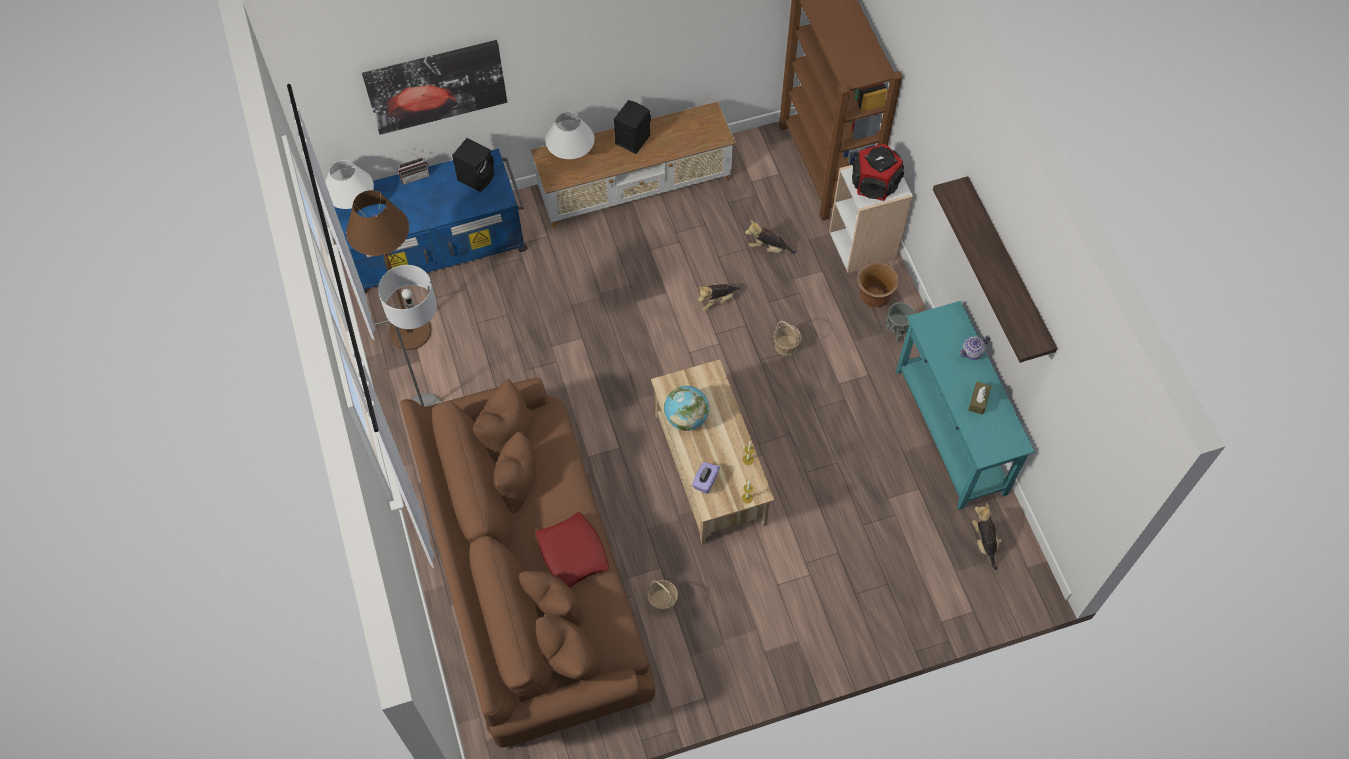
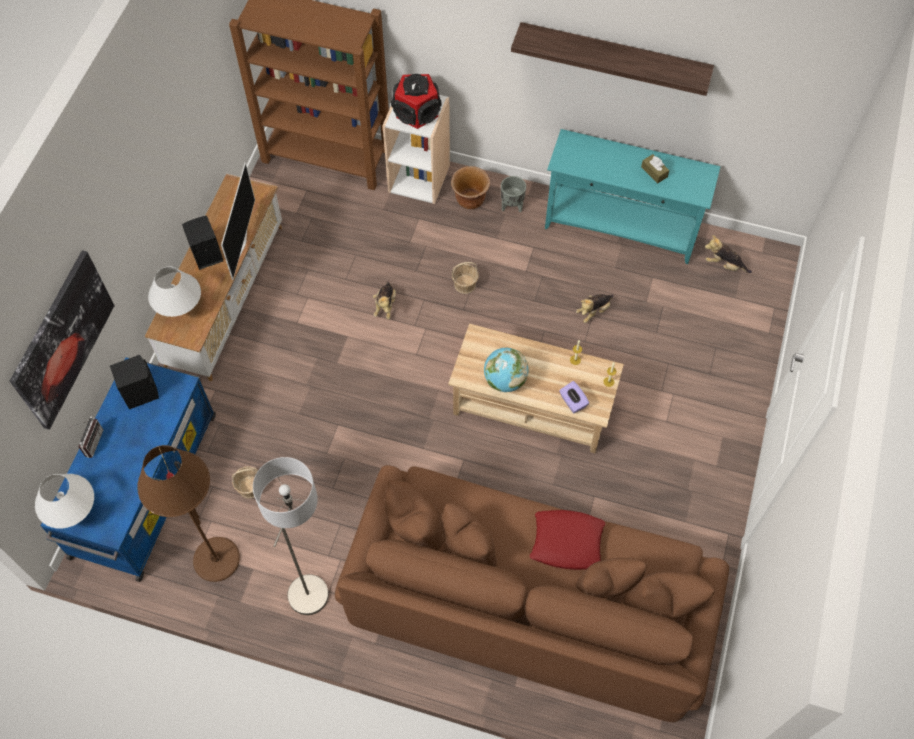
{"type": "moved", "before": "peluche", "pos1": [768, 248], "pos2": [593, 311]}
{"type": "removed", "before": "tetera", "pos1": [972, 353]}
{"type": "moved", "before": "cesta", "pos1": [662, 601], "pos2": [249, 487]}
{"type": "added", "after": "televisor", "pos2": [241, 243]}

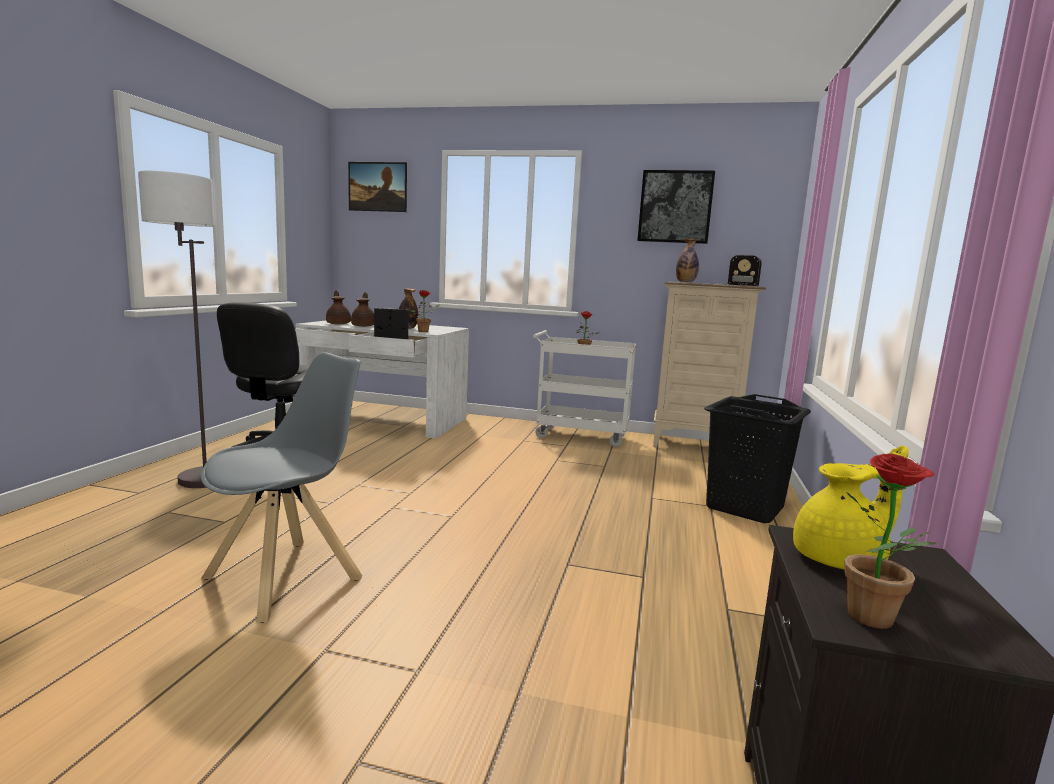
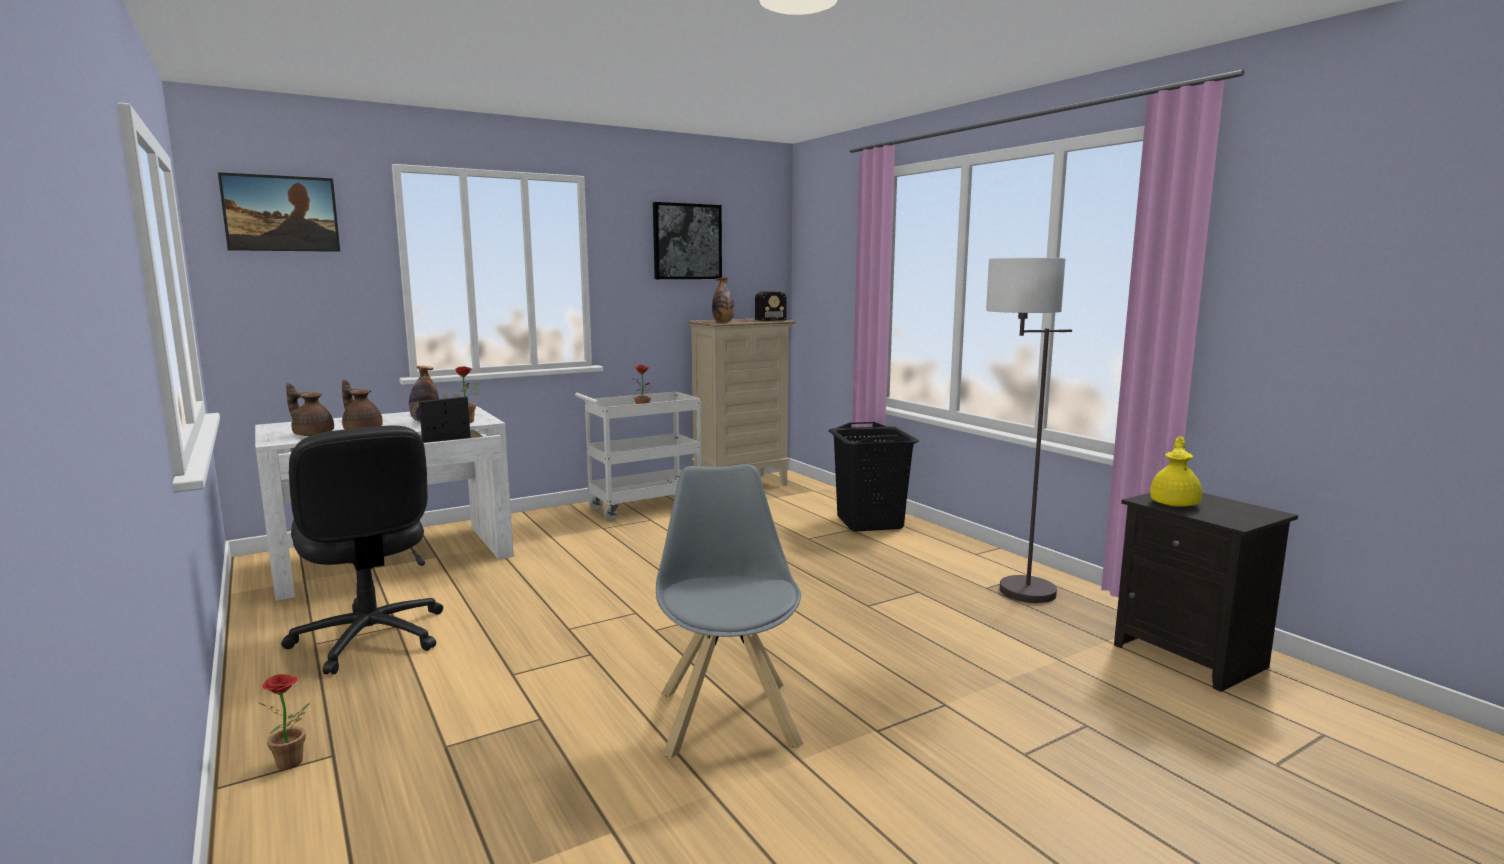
{"type": "moved", "before": "lámpara de pie [blanco]", "pos1": [198, 476], "pos2": [1012, 593]}
{"type": "moved", "before": "planta en maceta", "pos1": [878, 622], "pos2": [293, 764]}

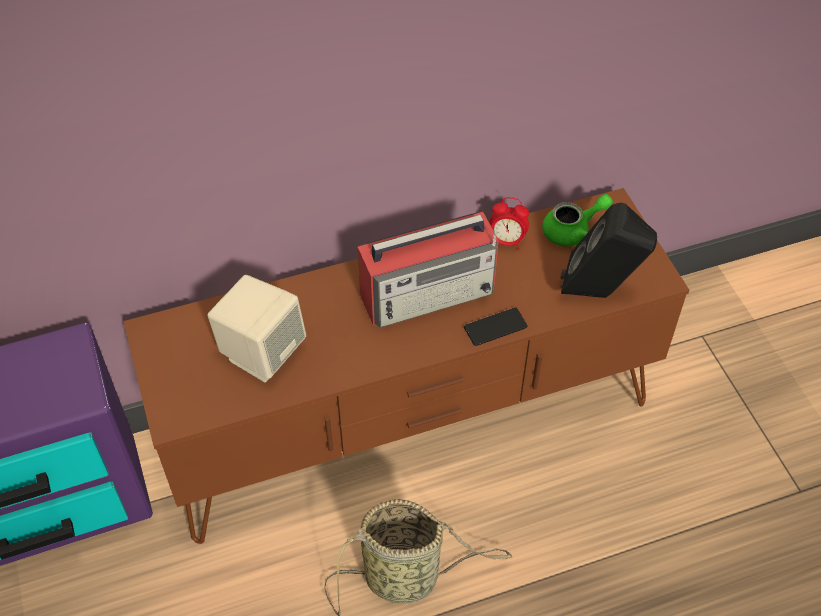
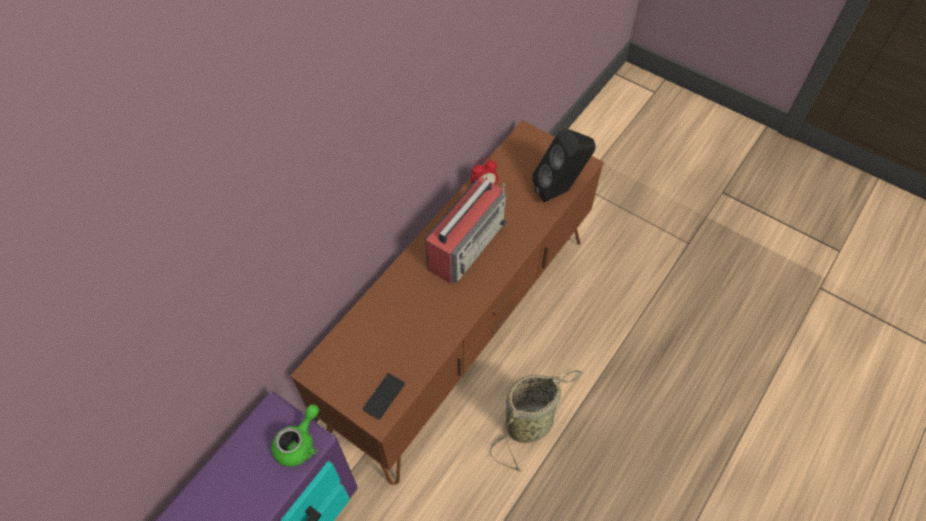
{"type": "moved", "before": "tetera [verde]", "pos1": [572, 231], "pos2": [299, 443]}
{"type": "removed", "before": "altavoz [beis]", "pos1": [262, 352]}
{"type": "moved", "before": "móvil", "pos1": [495, 327], "pos2": [383, 396]}

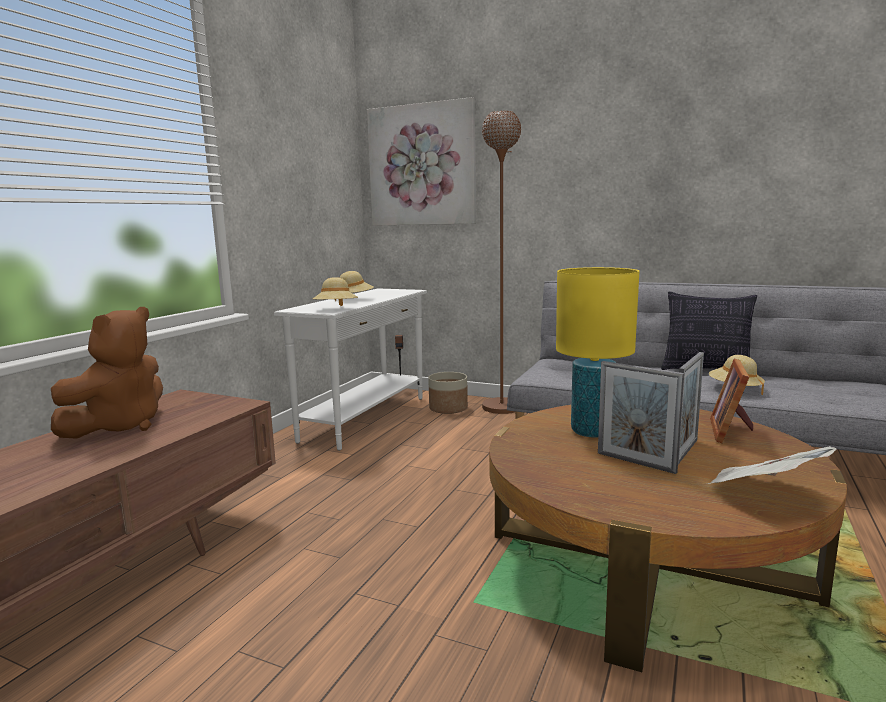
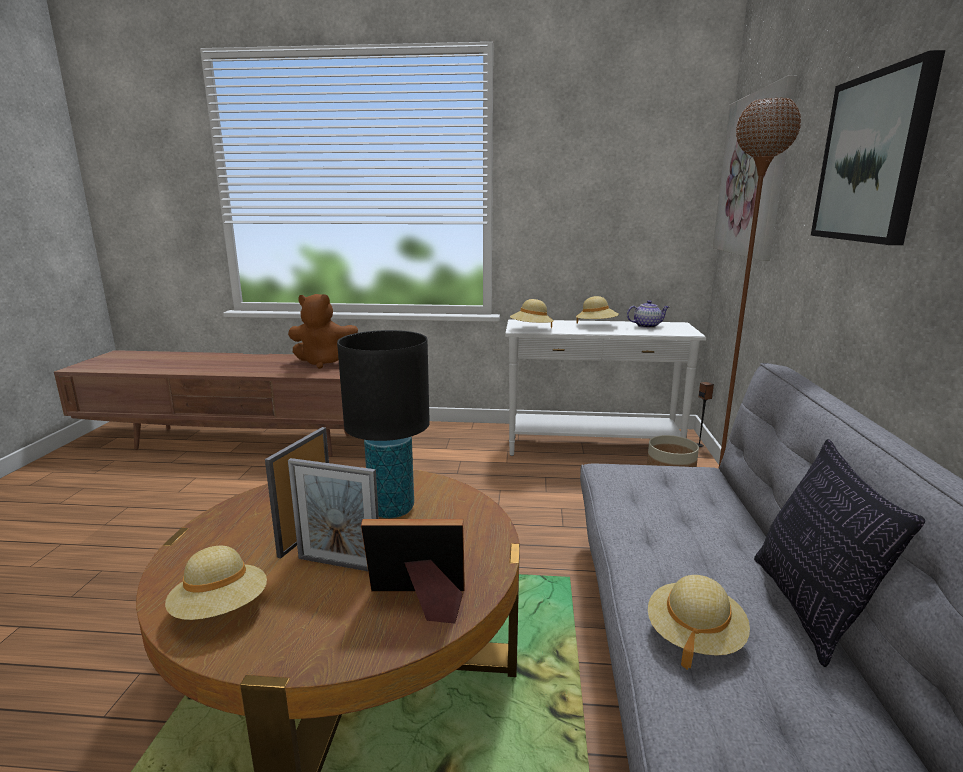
{"type": "recoloured", "before": "lámpara de mesa [amarillo]", "after": "lámpara de mesa [negro]", "pos1": [592, 432], "pos2": [391, 509]}
{"type": "replaced", "before": "periódico", "after": "sombrero [beis]", "pos1": [763, 493], "pos2": [221, 610]}
{"type": "added", "after": "cuadro", "pos2": [873, 158]}
{"type": "added", "after": "tetera", "pos2": [646, 326]}

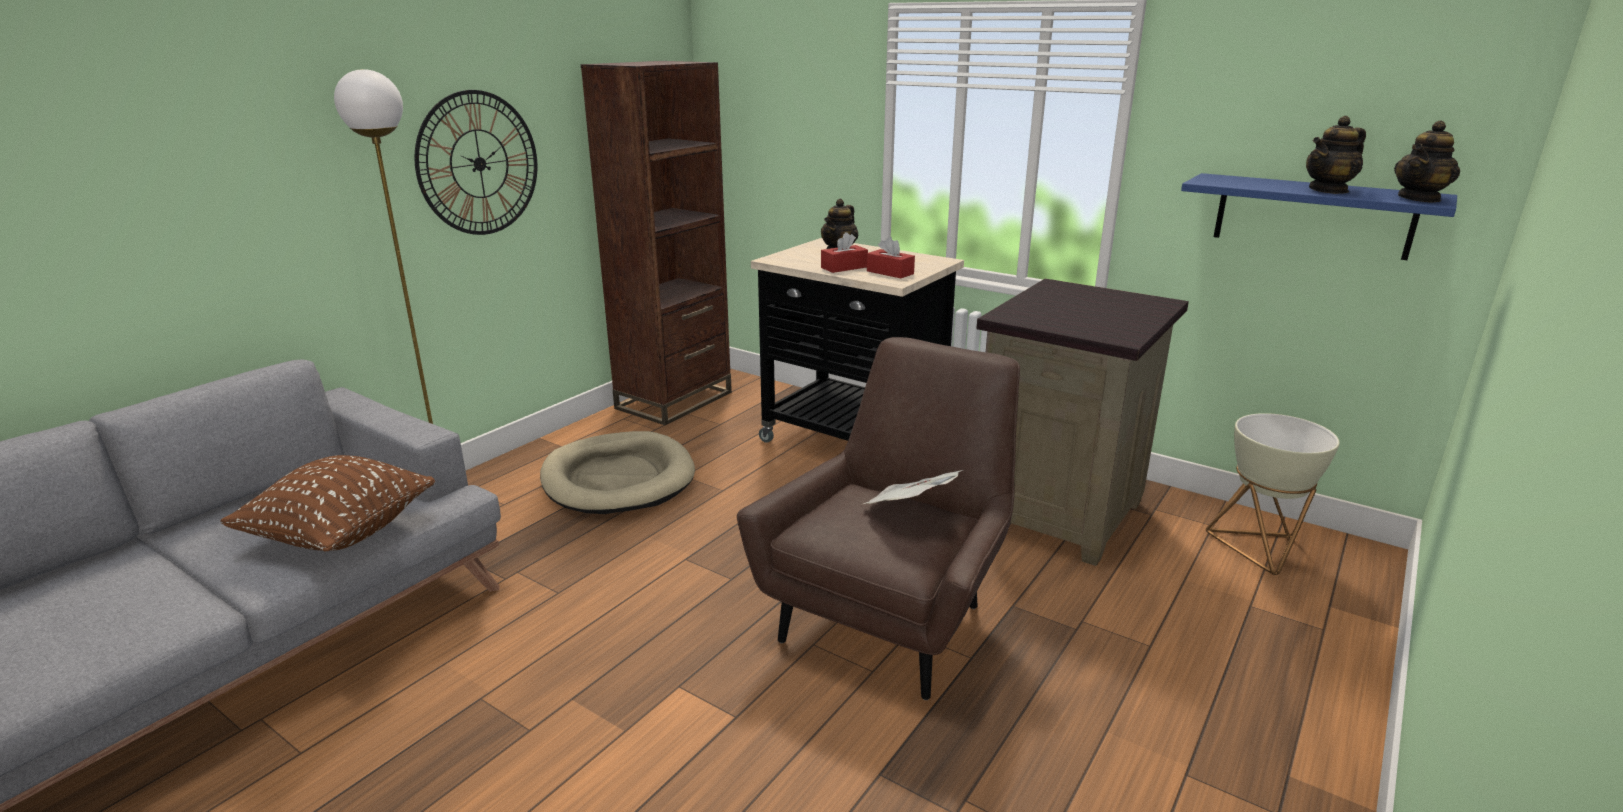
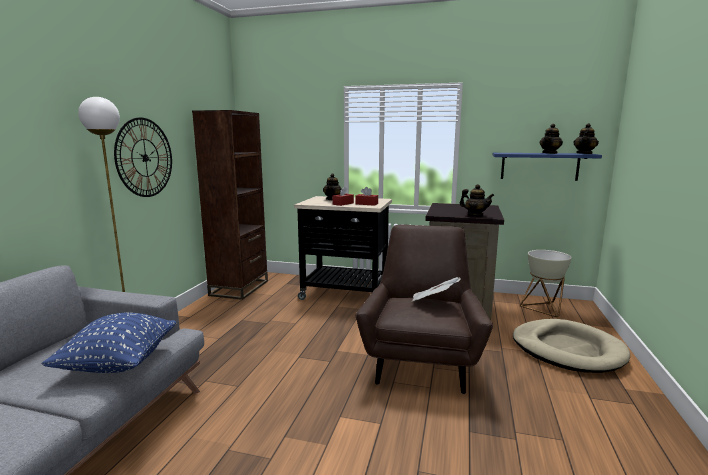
{"type": "moved", "before": "cama para perro [beis]", "pos1": [618, 479], "pos2": [567, 349]}
{"type": "recoloured", "before": "cojín [marrón]", "after": "cojín [azul]", "pos1": [341, 534], "pos2": [119, 363]}
{"type": "added", "after": "tetera", "pos2": [475, 215]}

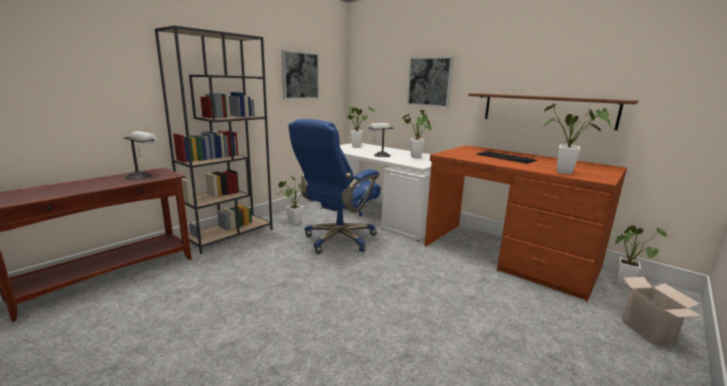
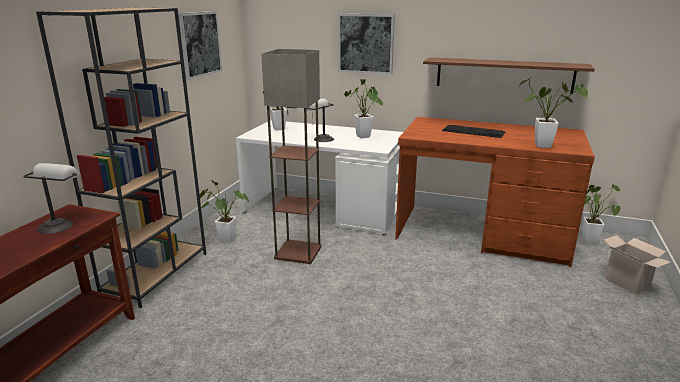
{"type": "replaced", "before": "silla de oficina [azul]", "after": "lámpara de pie", "pos1": [337, 240], "pos2": [297, 252]}

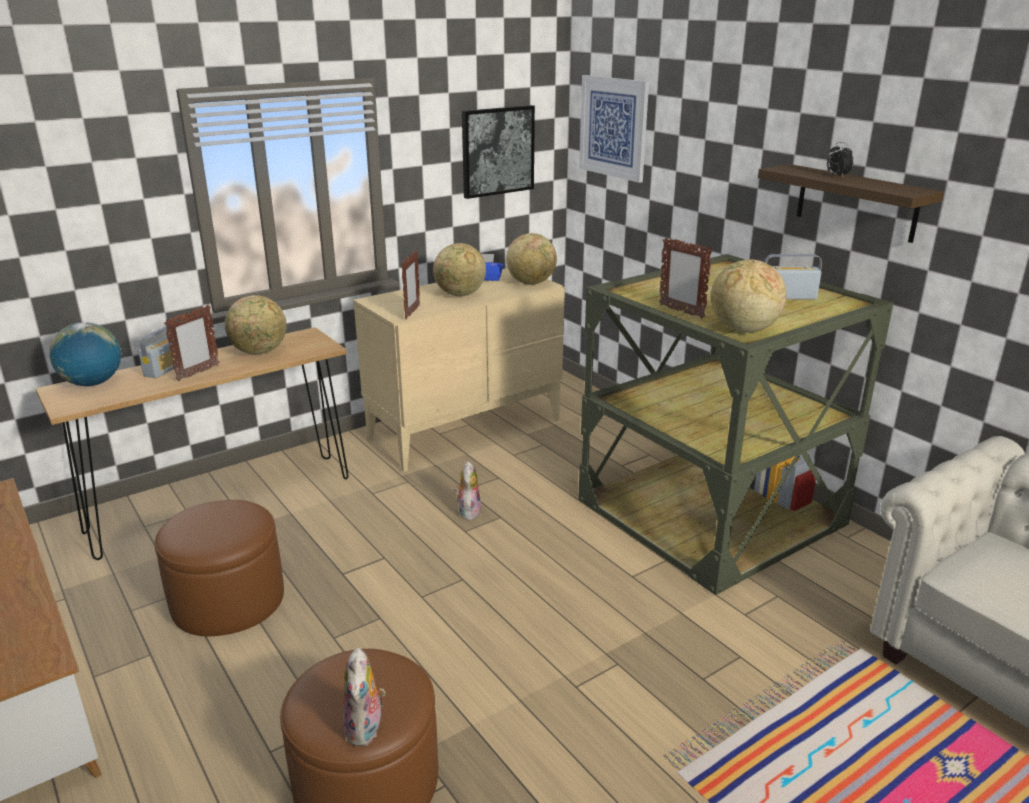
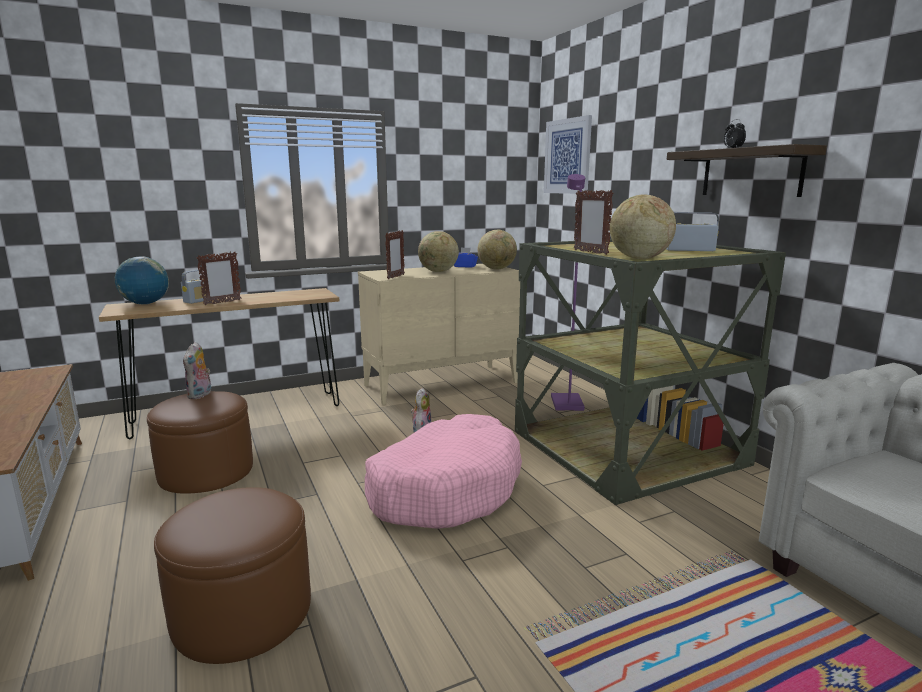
{"type": "removed", "before": "cuadro", "pos1": [497, 151]}
{"type": "removed", "before": "globo terráqueo", "pos1": [260, 352]}
{"type": "moved", "before": "peluche", "pos1": [366, 729], "pos2": [200, 395]}
{"type": "added", "after": "lámpara de pie [morado]", "pos2": [565, 403]}
{"type": "added", "after": "cama para perro [rosa]", "pos2": [445, 488]}

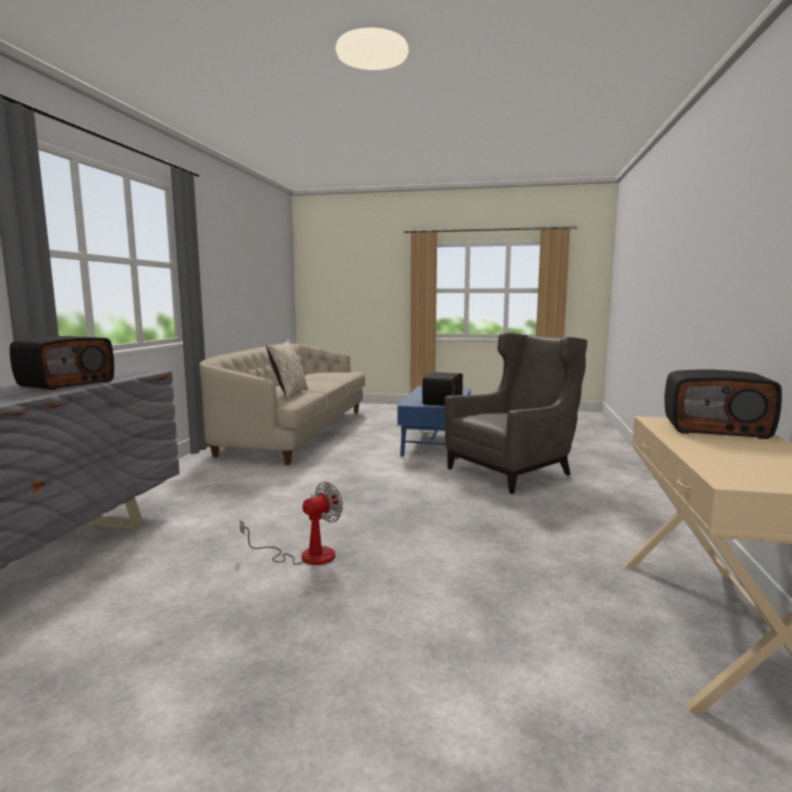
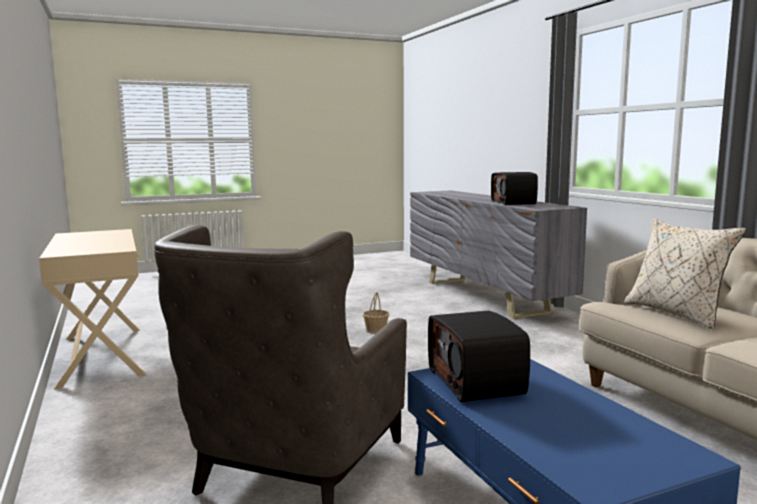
{"type": "removed", "before": "radio", "pos1": [715, 428]}
{"type": "replaced", "before": "ventilador", "after": "cesta", "pos1": [305, 556], "pos2": [376, 330]}

